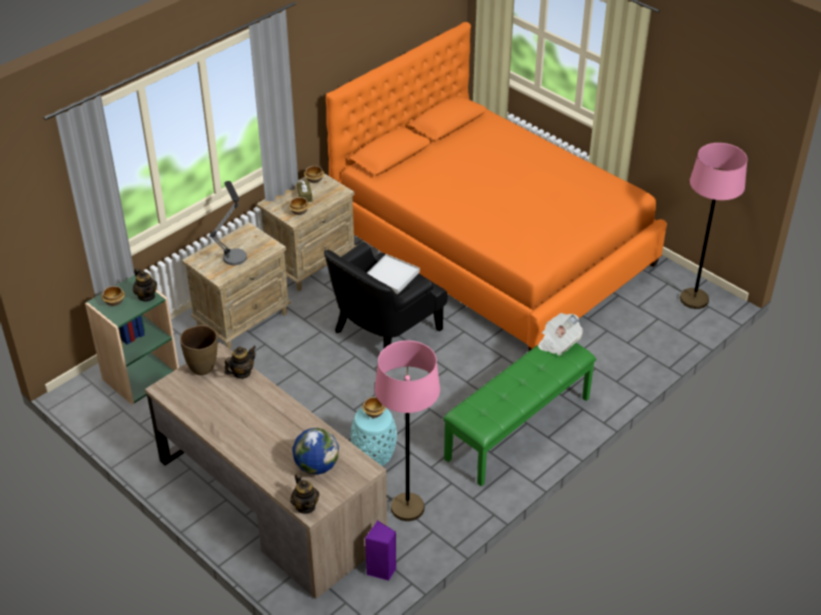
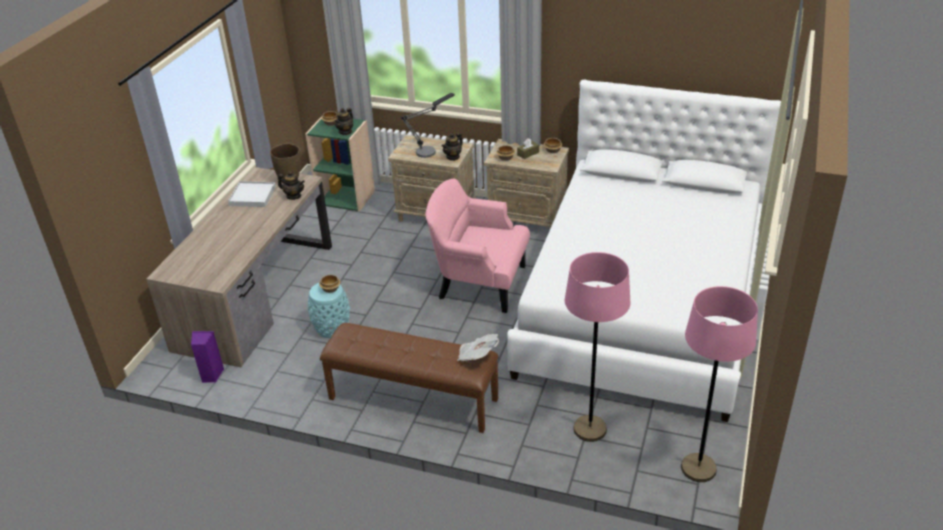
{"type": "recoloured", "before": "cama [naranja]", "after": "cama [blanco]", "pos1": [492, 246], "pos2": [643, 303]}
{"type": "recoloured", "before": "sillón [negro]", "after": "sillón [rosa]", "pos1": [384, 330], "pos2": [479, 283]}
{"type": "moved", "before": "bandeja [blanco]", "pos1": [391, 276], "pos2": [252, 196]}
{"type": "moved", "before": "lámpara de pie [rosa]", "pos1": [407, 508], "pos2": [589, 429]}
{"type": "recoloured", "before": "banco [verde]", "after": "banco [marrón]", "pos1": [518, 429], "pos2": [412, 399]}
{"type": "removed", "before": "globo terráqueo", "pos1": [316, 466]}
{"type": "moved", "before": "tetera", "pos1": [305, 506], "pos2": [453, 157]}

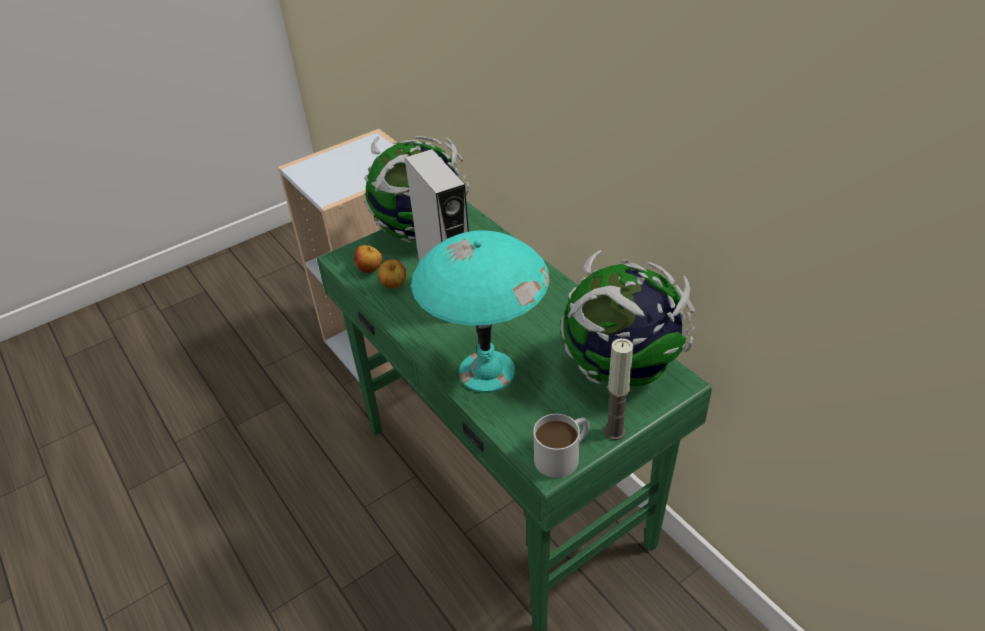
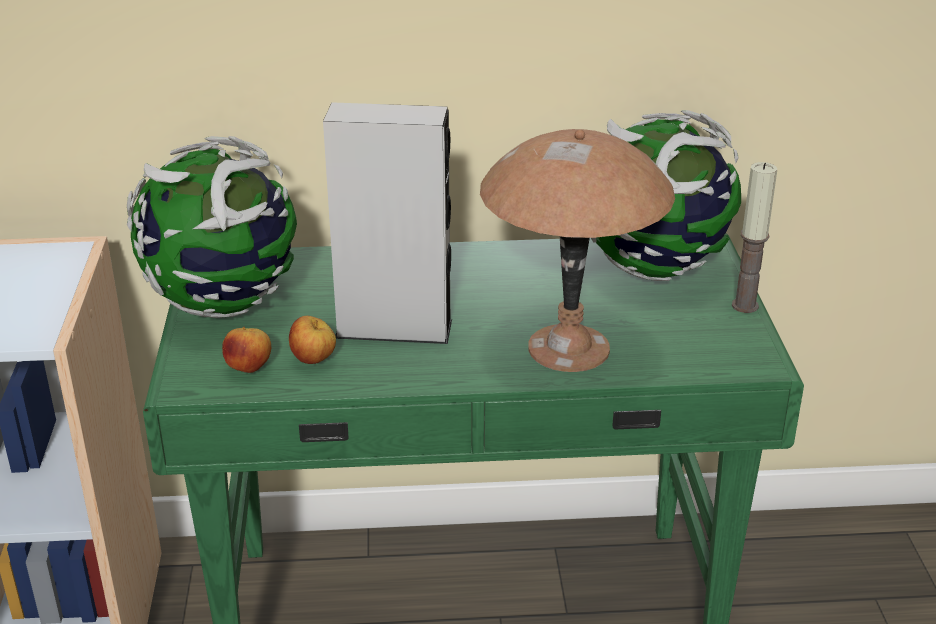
{"type": "recoloured", "before": "lámpara de mesa [turquesa]", "after": "lámpara de mesa [marrón]", "pos1": [486, 371], "pos2": [567, 349]}
{"type": "removed", "before": "taza grande [blanco]", "pos1": [563, 454]}

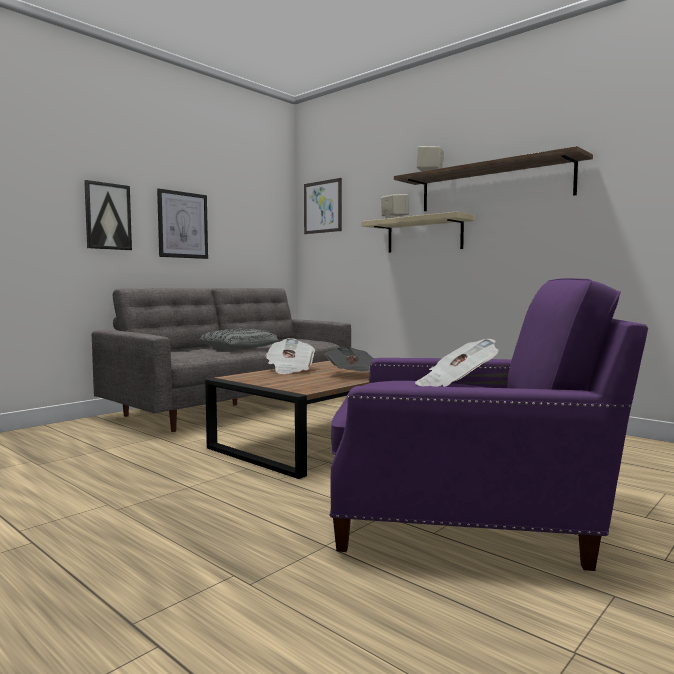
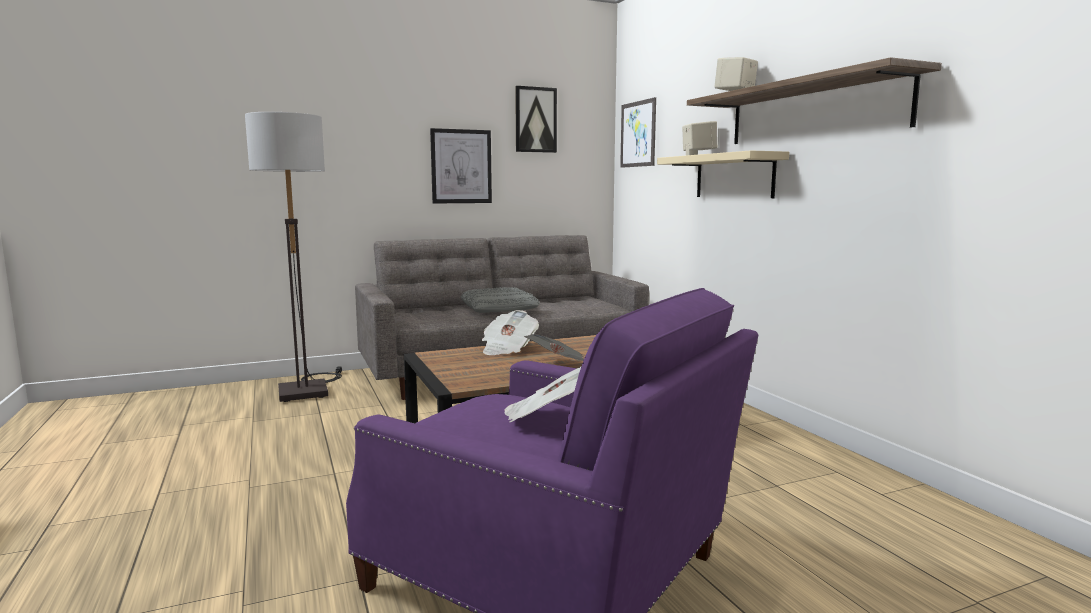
{"type": "moved", "before": "cuadro", "pos1": [107, 216], "pos2": [535, 120]}
{"type": "added", "after": "lámpara de pie", "pos2": [309, 389]}

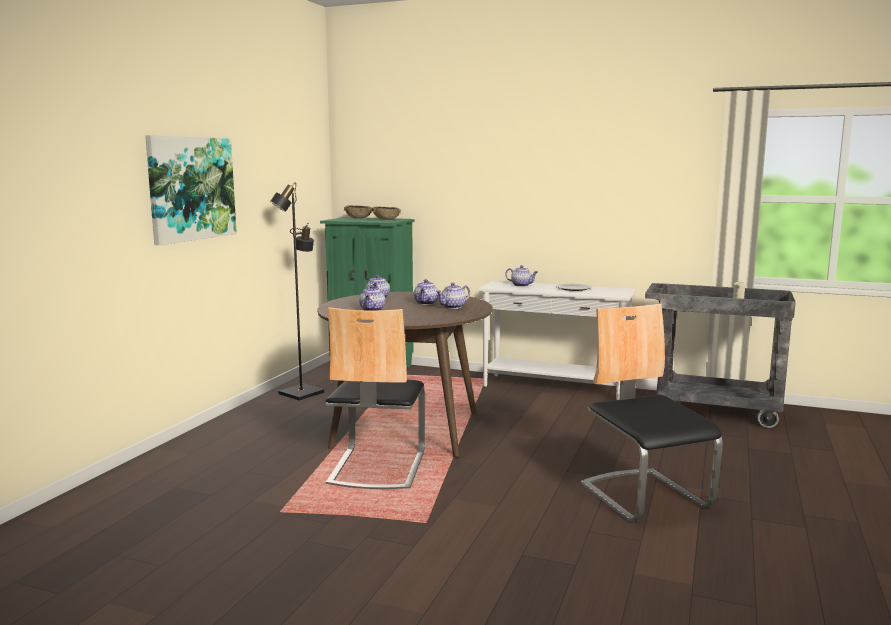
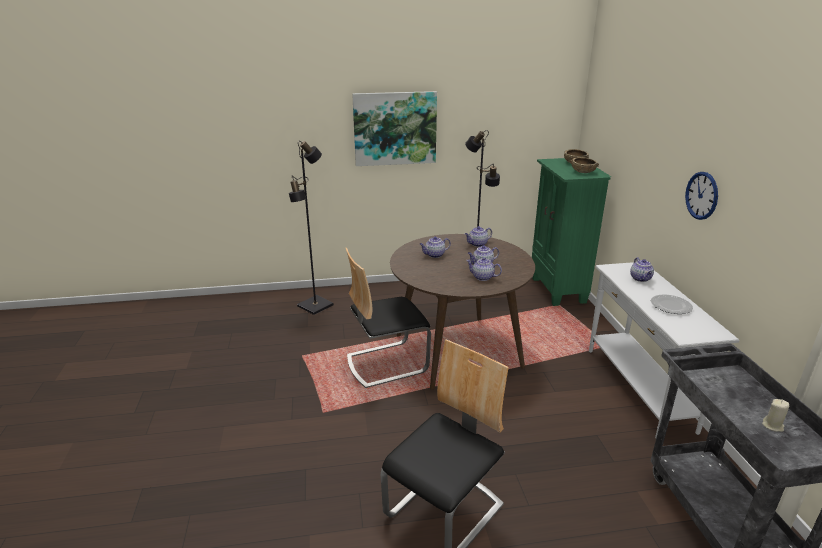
{"type": "added", "after": "lámpara de pie [negro]", "pos2": [315, 305]}
{"type": "added", "after": "reloj de pared", "pos2": [701, 195]}

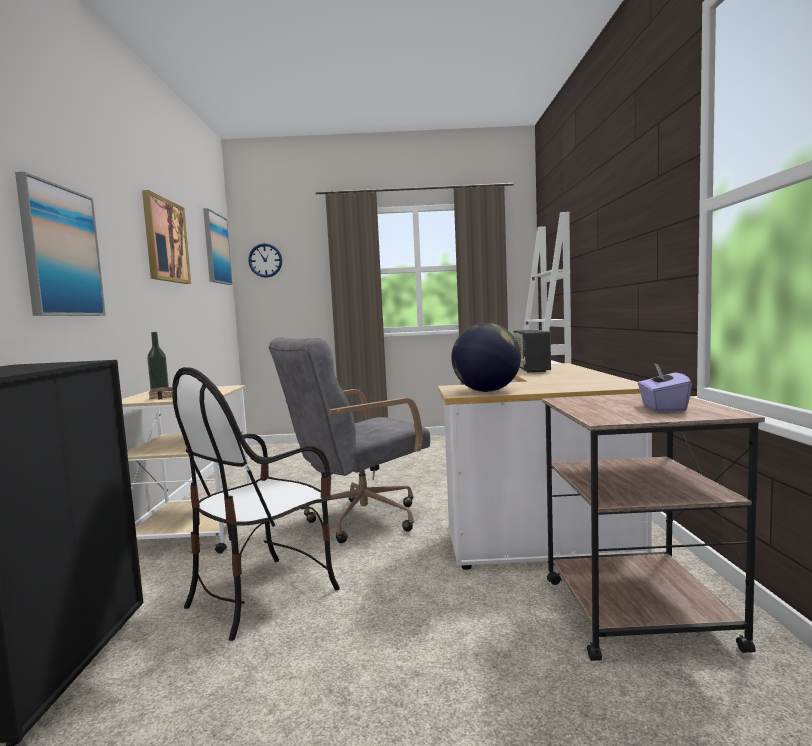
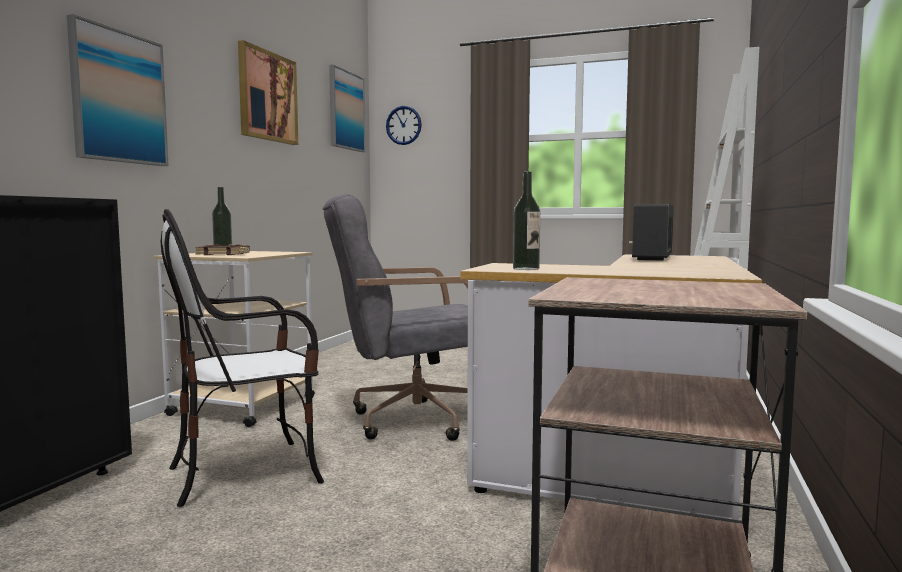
{"type": "replaced", "before": "globo terráqueo", "after": "botella", "pos1": [486, 391], "pos2": [526, 269]}
{"type": "removed", "before": "caja de pañuelos [morado]", "pos1": [662, 408]}

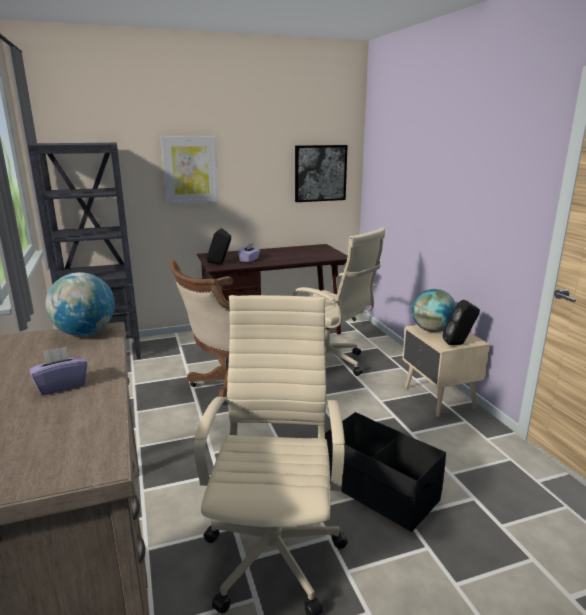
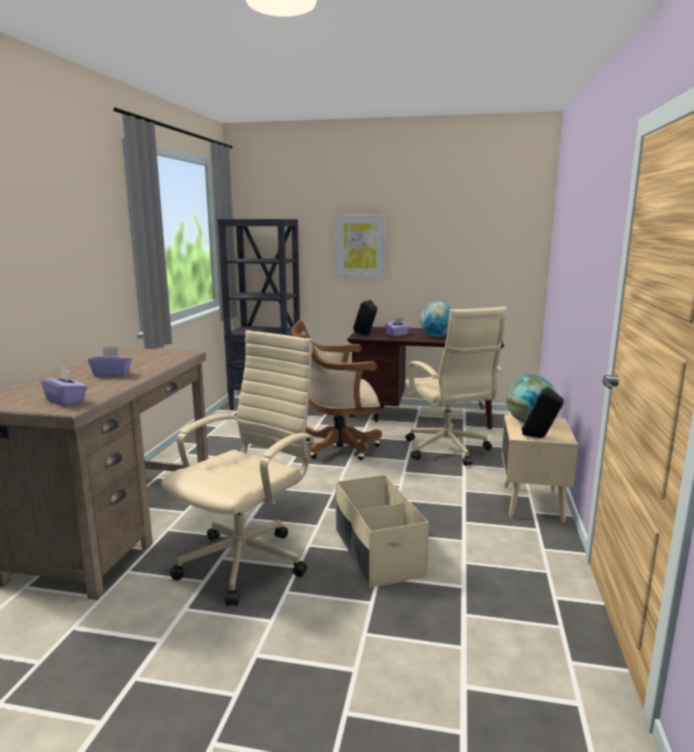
{"type": "removed", "before": "cuadro", "pos1": [320, 173]}
{"type": "moved", "before": "globo terráqueo", "pos1": [85, 333], "pos2": [436, 336]}
{"type": "recoloured", "before": "caja de almacenaje [negro]", "after": "caja de almacenaje [beis]", "pos1": [379, 491], "pos2": [377, 552]}
{"type": "added", "after": "caja de pañuelos [morado]", "pos2": [66, 401]}

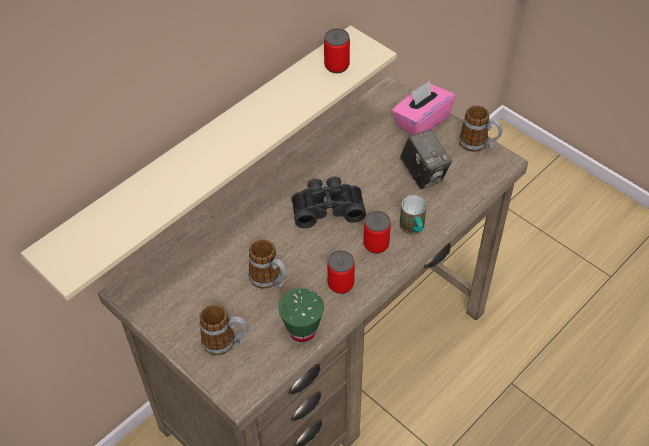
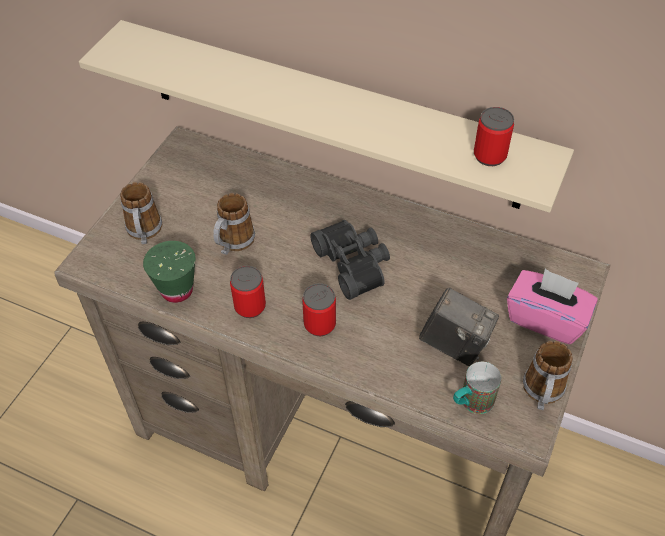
{"type": "turned", "before": "cámara", "pos1": [423, 174], "pos2": [454, 344], "turn": -105}
{"type": "moved", "before": "taza grande", "pos1": [413, 229], "pos2": [471, 403]}

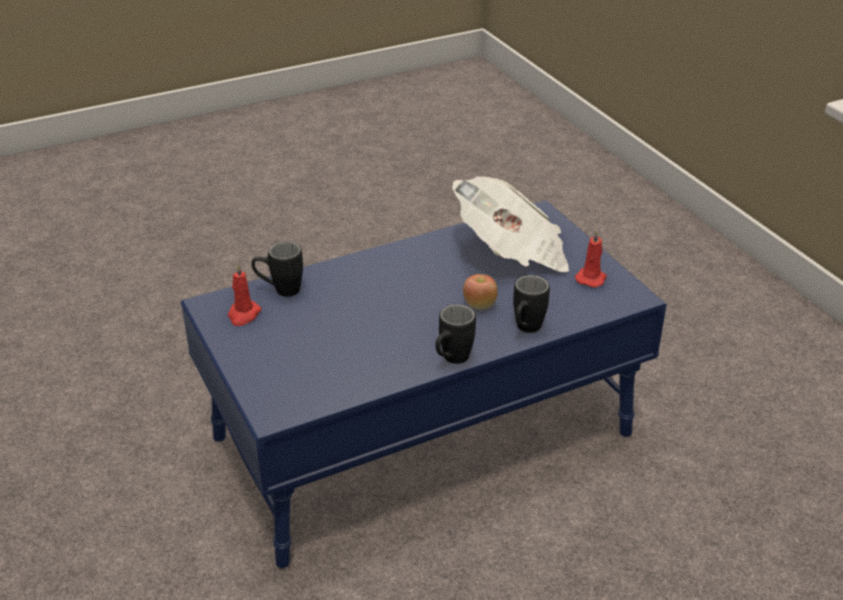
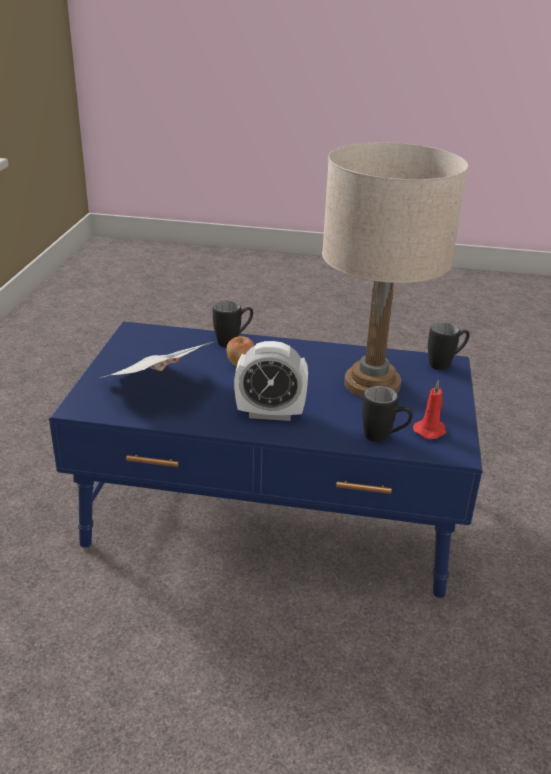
{"type": "removed", "before": "vela [rojo]", "pos1": [591, 278]}
{"type": "moved", "before": "taza grande [negro]", "pos1": [451, 360], "pos2": [445, 364]}
{"type": "added", "after": "lámpara de mesa [beis]", "pos2": [371, 384]}
{"type": "added", "after": "despertador", "pos2": [270, 413]}

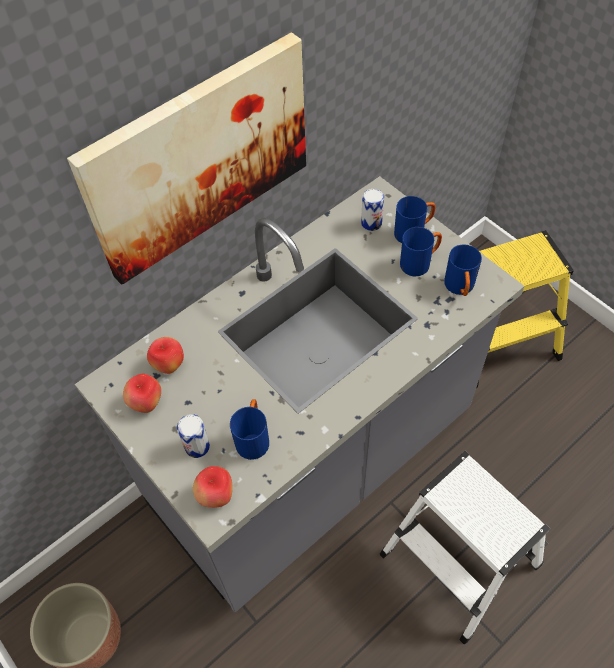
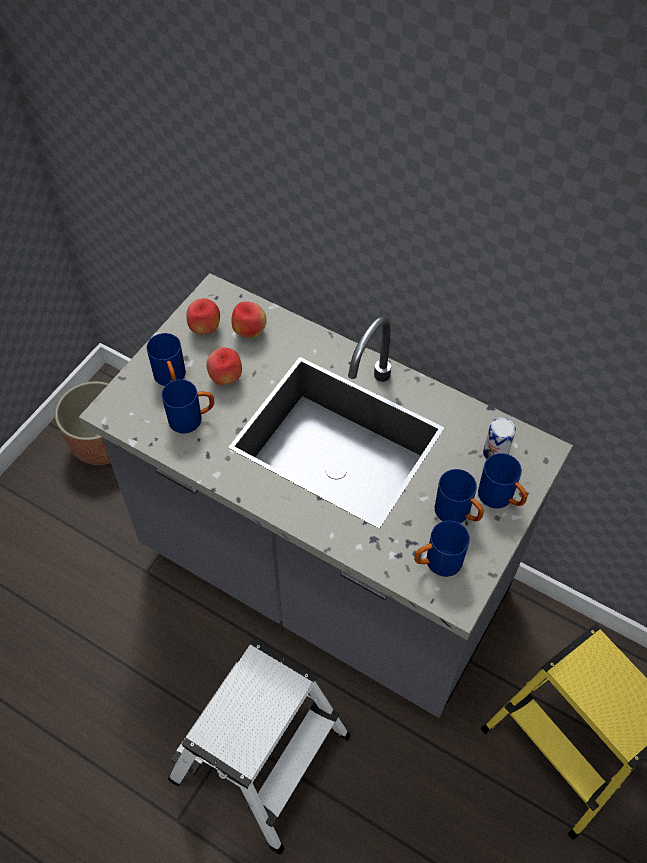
{"type": "removed", "before": "cuadro", "pos1": [199, 158]}
{"type": "replaced", "before": "lata", "after": "taza grande [azul]", "pos1": [197, 446], "pos2": [171, 379]}
{"type": "moved", "before": "manzana", "pos1": [216, 495], "pos2": [225, 378]}

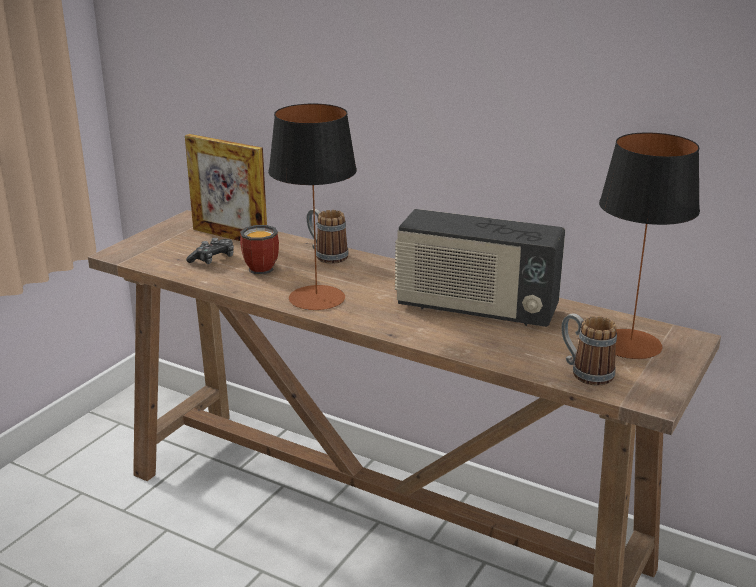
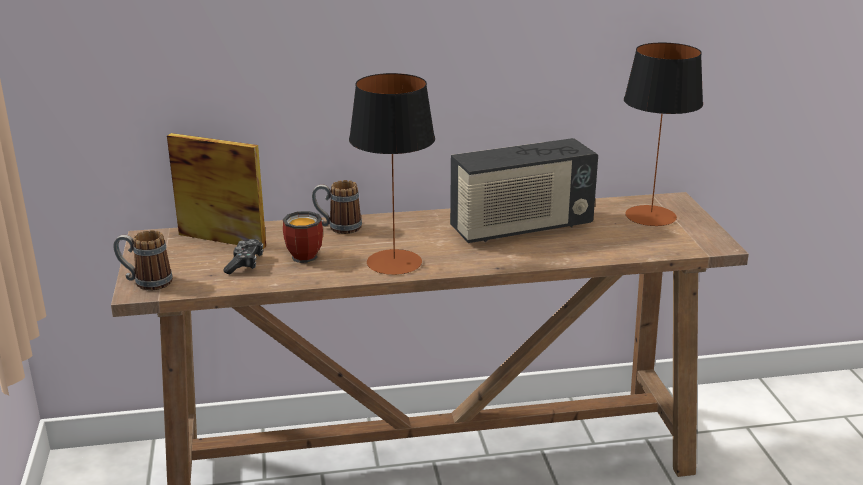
{"type": "turned", "before": "portarretratos", "pos1": [229, 237], "pos2": [222, 240], "turn": -150}
{"type": "moved", "before": "taza grande", "pos1": [585, 372], "pos2": [146, 282]}

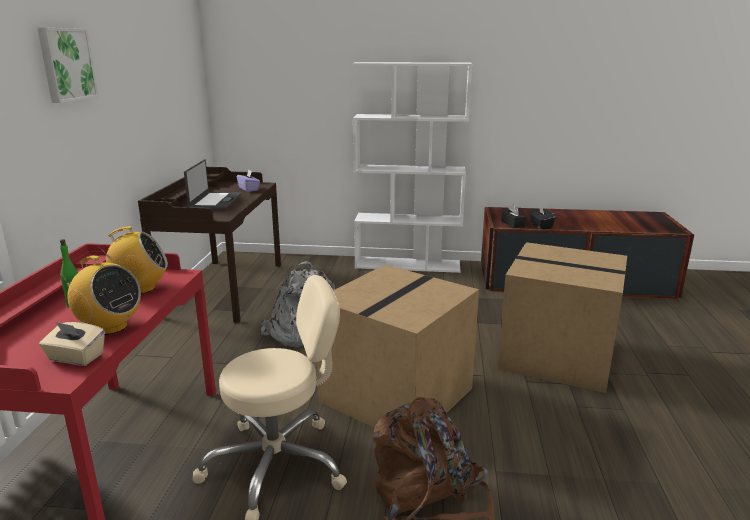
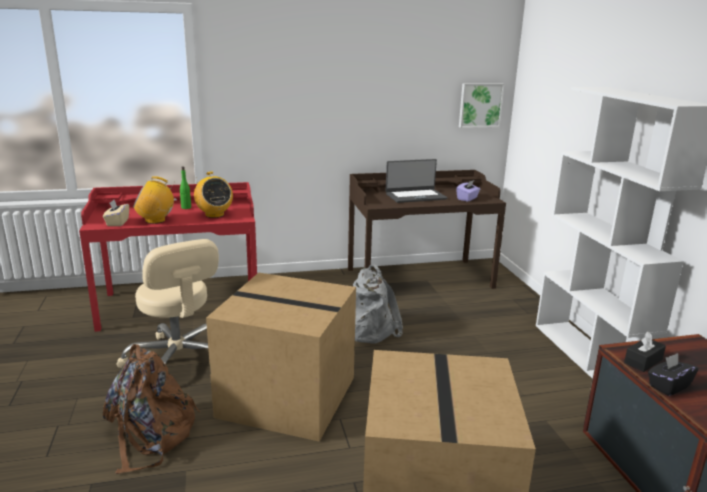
{"type": "moved", "before": "cuadro", "pos1": [66, 64], "pos2": [480, 105]}
{"type": "turned", "before": "radio", "pos1": [110, 327], "pos2": [155, 220], "turn": 75}

